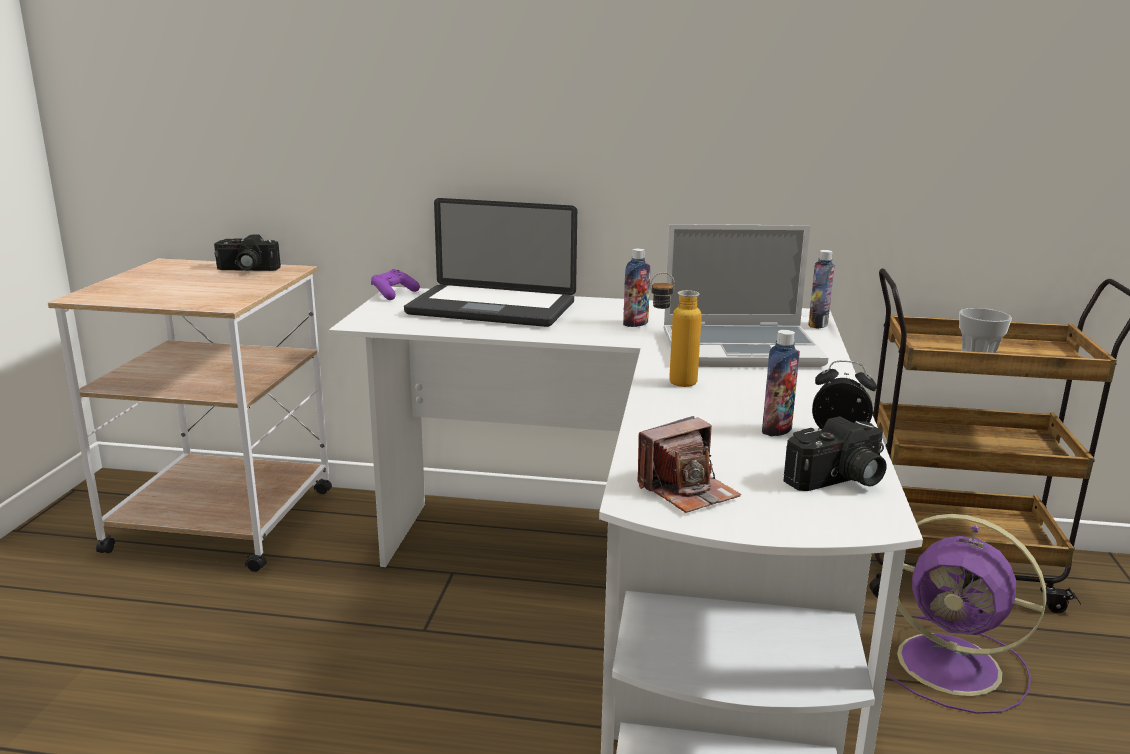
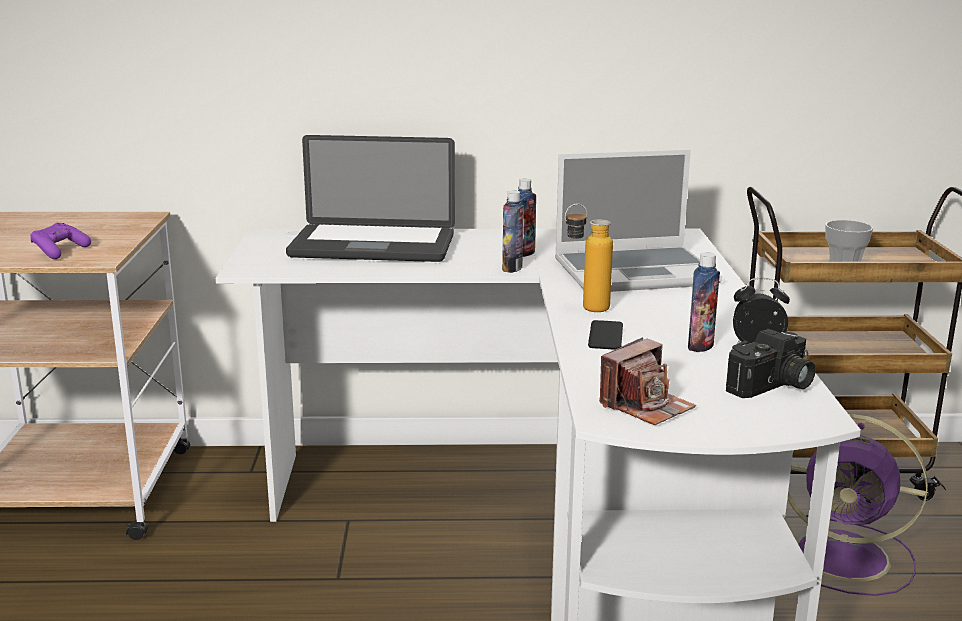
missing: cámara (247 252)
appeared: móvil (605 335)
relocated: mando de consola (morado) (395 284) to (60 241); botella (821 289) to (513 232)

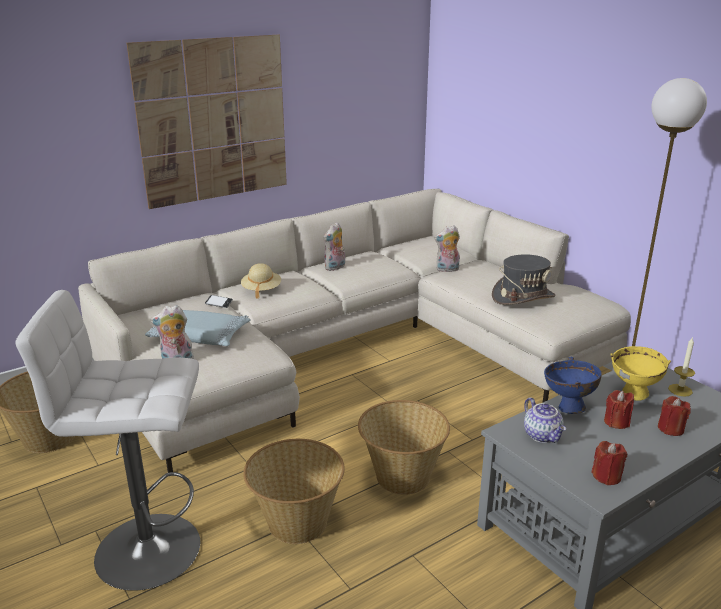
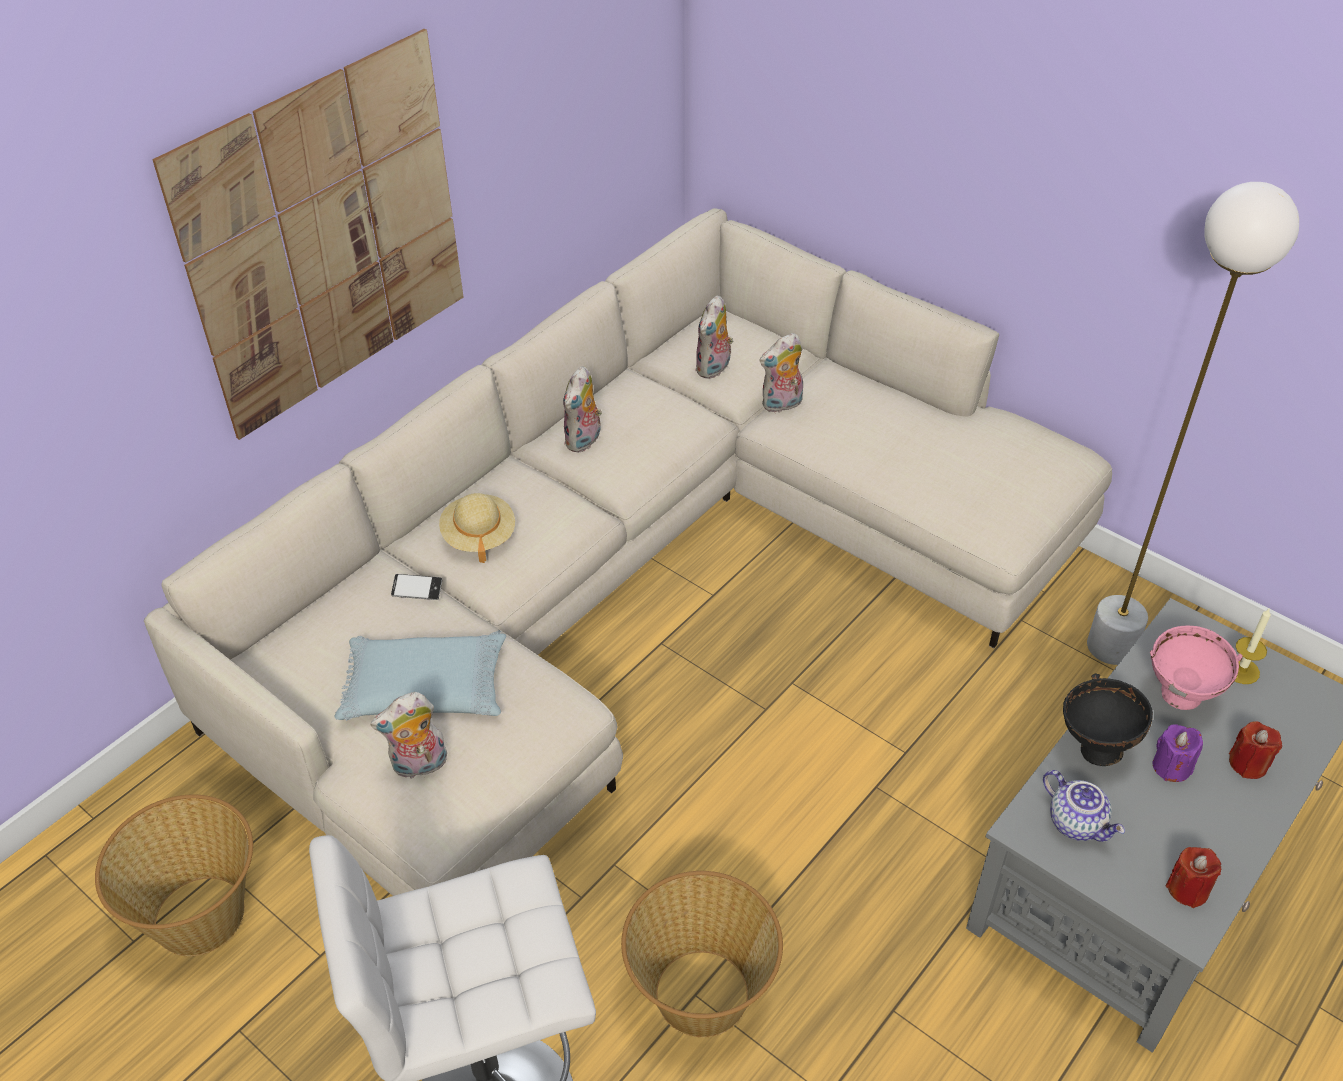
missing: cesta (404 447); sombrero (gris) (524 279)
appeared: peluche (714 337)
colour: cuenco (azul) (573 385) to cuenco (negro) (1108 719); vela (rojo) (619 409) to vela (morado) (1177 753); cuenco (amarillo) (641 373) to cuenco (rosa) (1196 668)

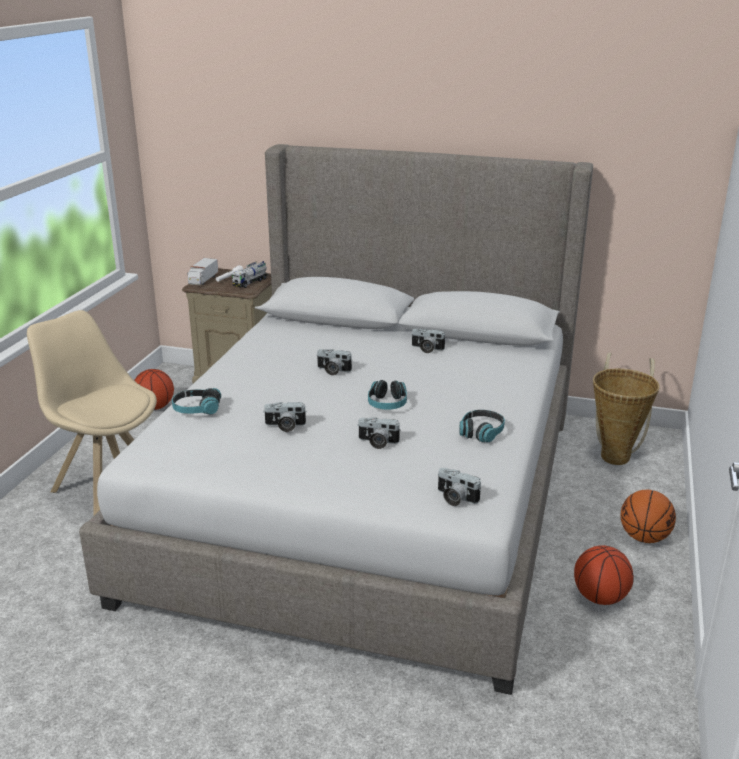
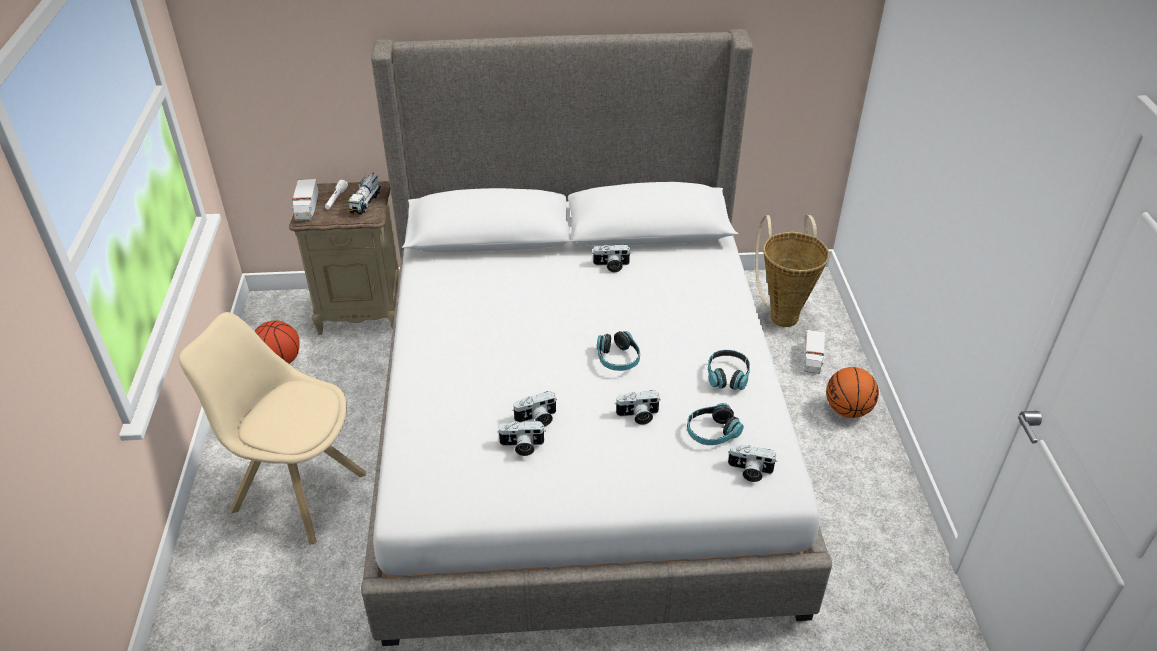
missing: balón de baloncesto (604 575)
appeared: camión de juguete (814 352)
relocated: auriculares (196 401) to (715 424); cámara (334 362) to (521 438)

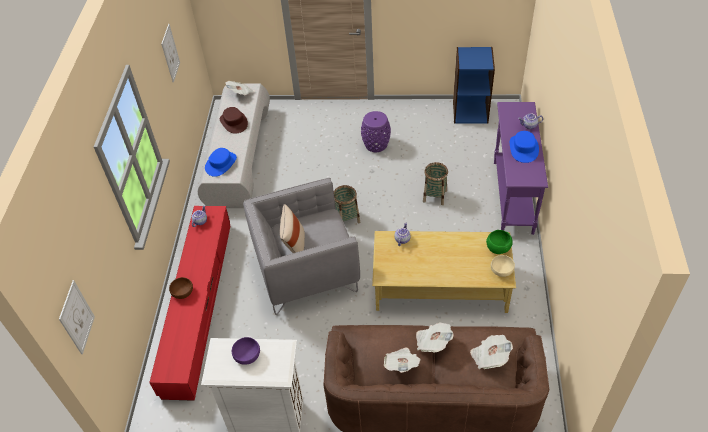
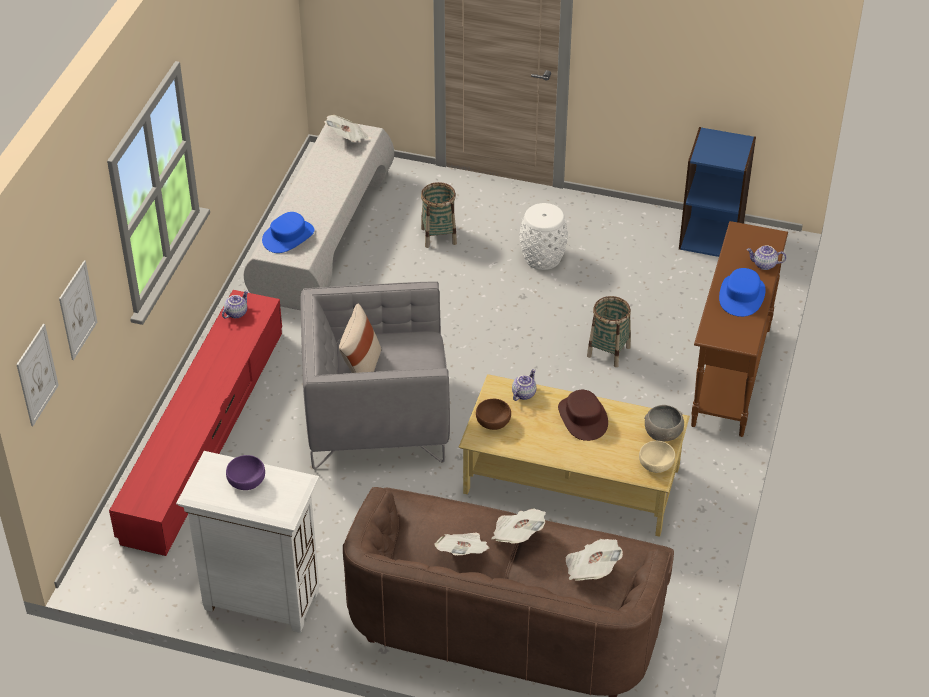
relocated: cuadro (170 53) to (78 310); cuenco (marrón) (181 288) to (493 414); sombrero (marrón) (234 120) to (583 415); cesta (347 204) to (439 215)
colour: taburete (morado) (376 131) to taburete (blanco) (544 236); cuenco (verde) (499 242) to cuenco (gris) (664 423); mesa consola (morado) (521 168) to mesa consola (marrón) (739 329)

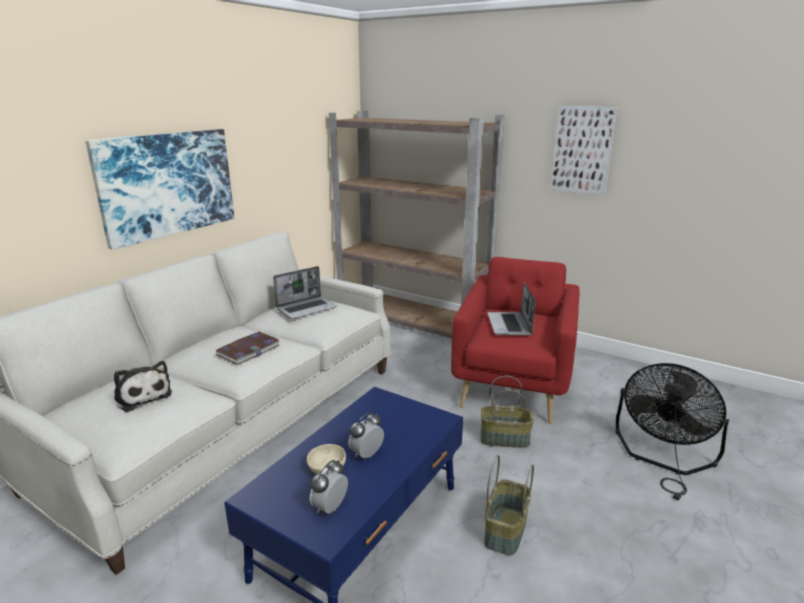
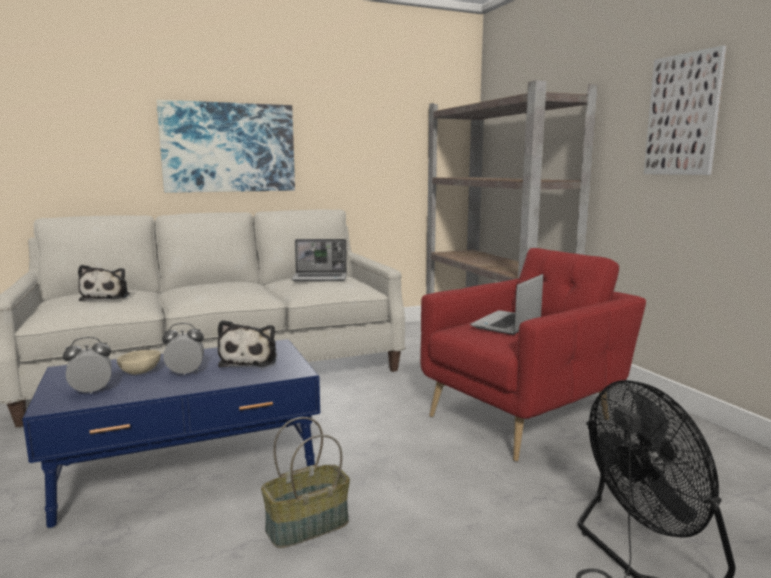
missing: libro (248 348); cesta (507 412)
appeared: peluche (247 343)

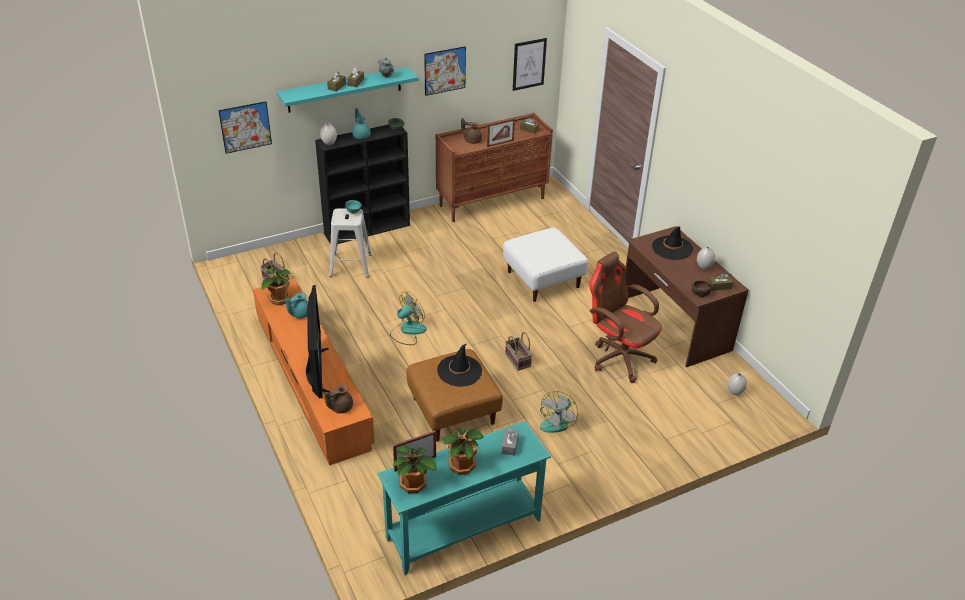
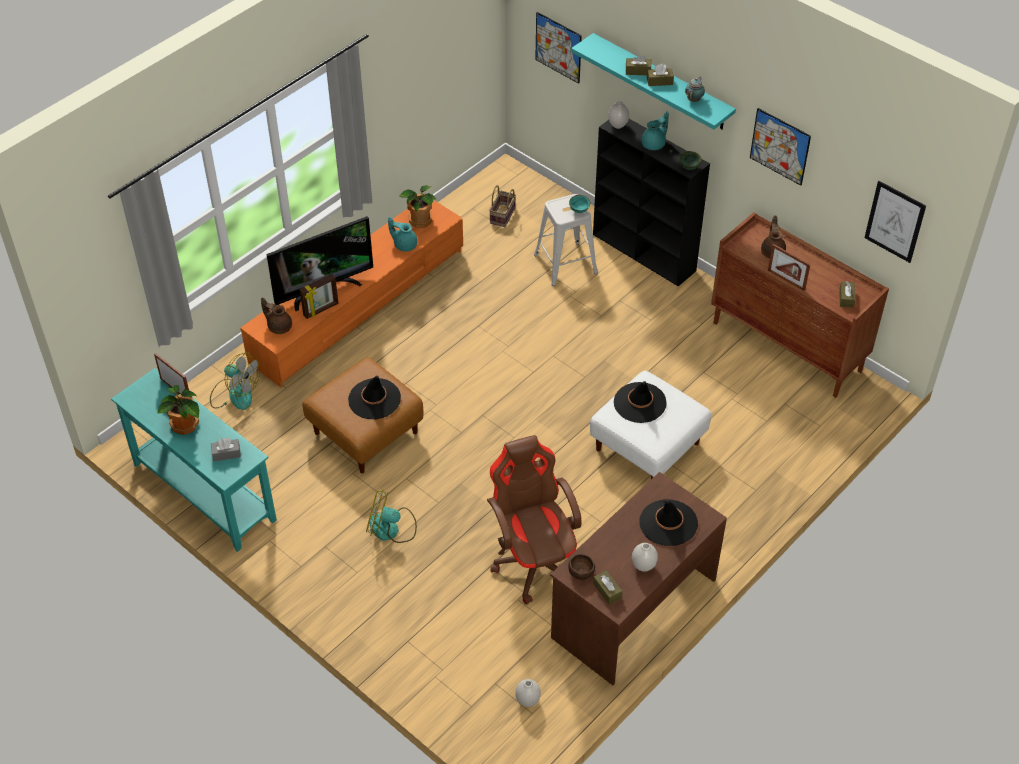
missing: planta en maceta (415 469); cesta (518 351)
appeared: portarretratos (319 296); sombrero (negro) (640 402)
relocated: ventilador (408 318) to (235 381)
spun: silla de oficina (marrón) (625 317) = (534 520) 45 degrees counterclockwise

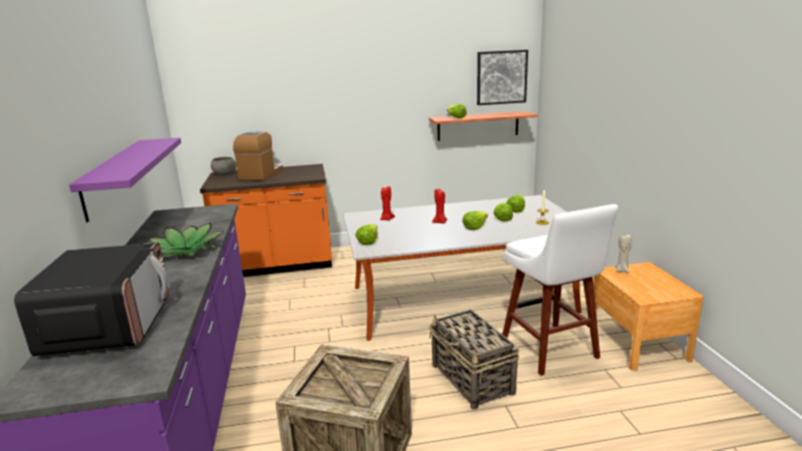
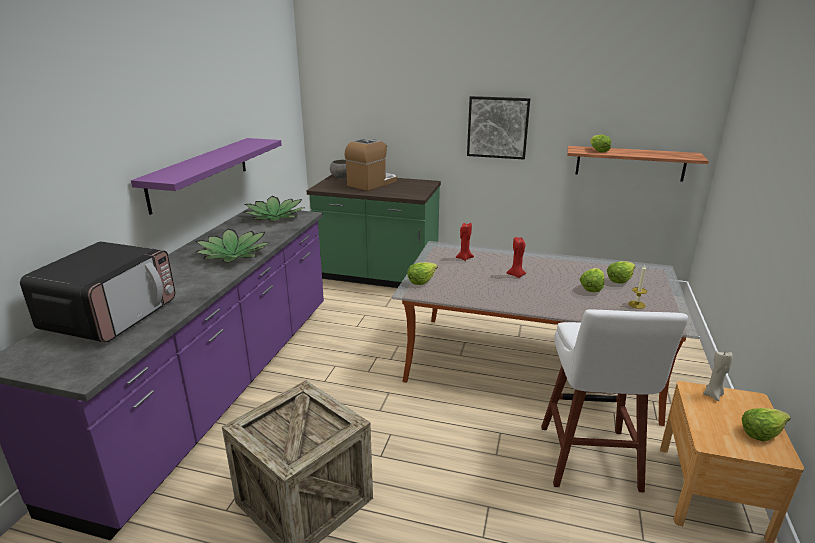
missing: cesta (474 360)
appeared: planta en maceta (273 209)
relocated: lechuga (475 220) to (766 425); cuadro (502 77) to (498 128)
colour: mueble bajo de cocina (naranja) (266 220) to mueble bajo de cocina (verde) (374 231)

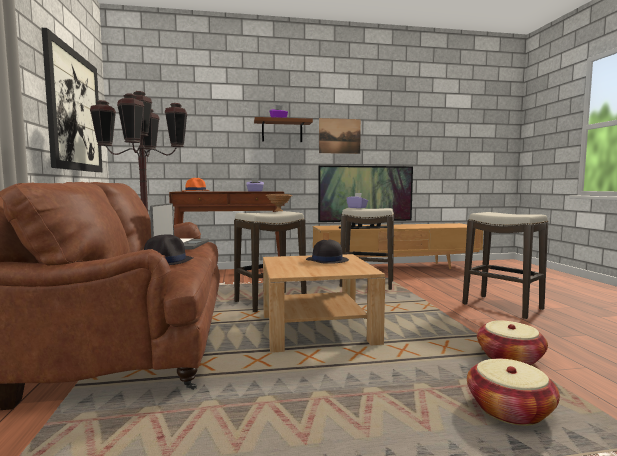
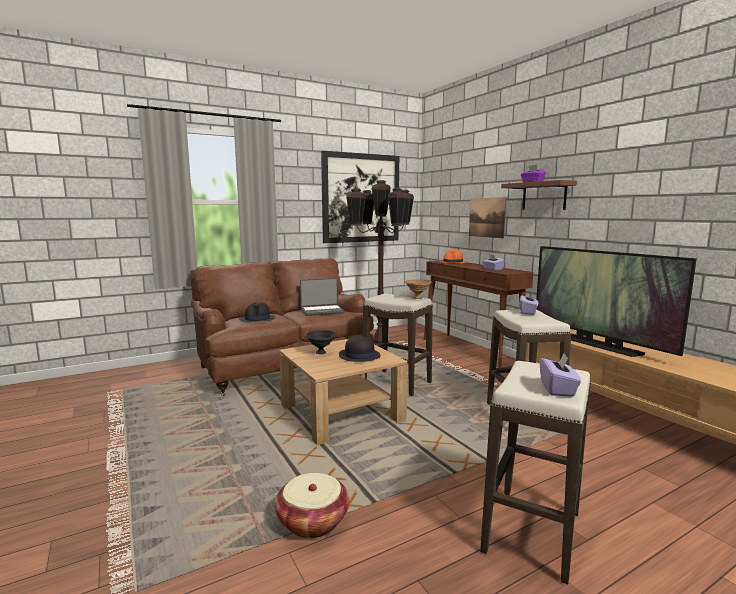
missing: cesta (513 392)
appeared: cuenco (negro) (320 342); caja de pañuelos (morado) (560 375)
relocated: cuadro (340 136) to (487 217)

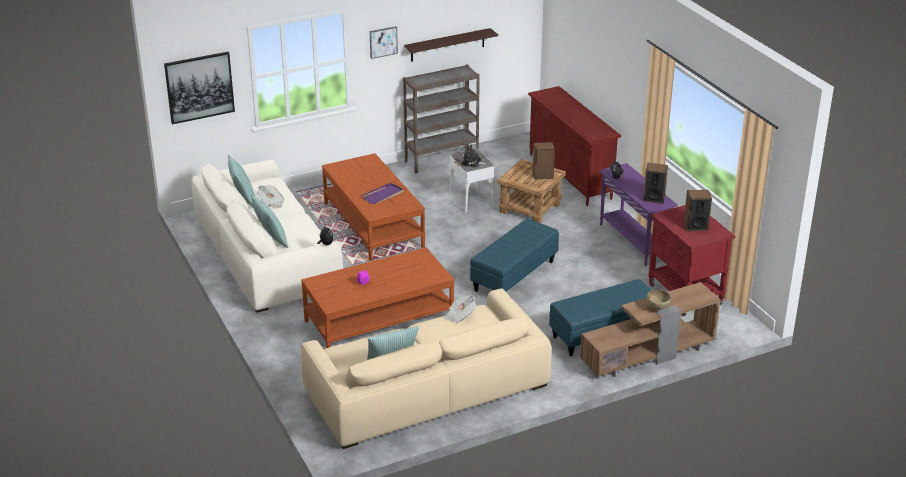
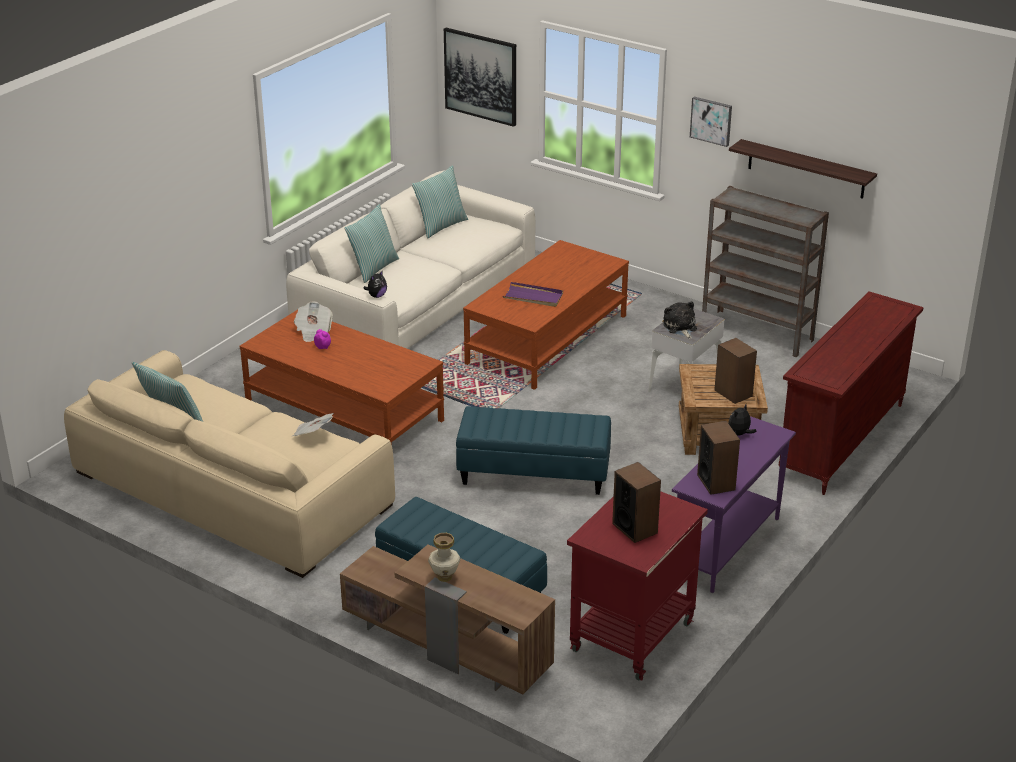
relocated: periódico (271 196) to (313 321)
exchanged: cuenco (marrón) (659 300) to florero (444 557)

